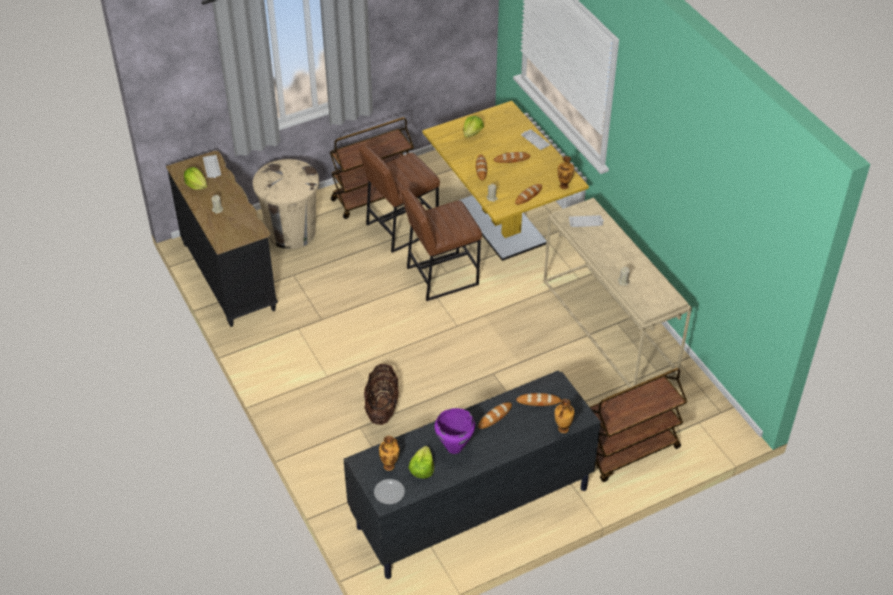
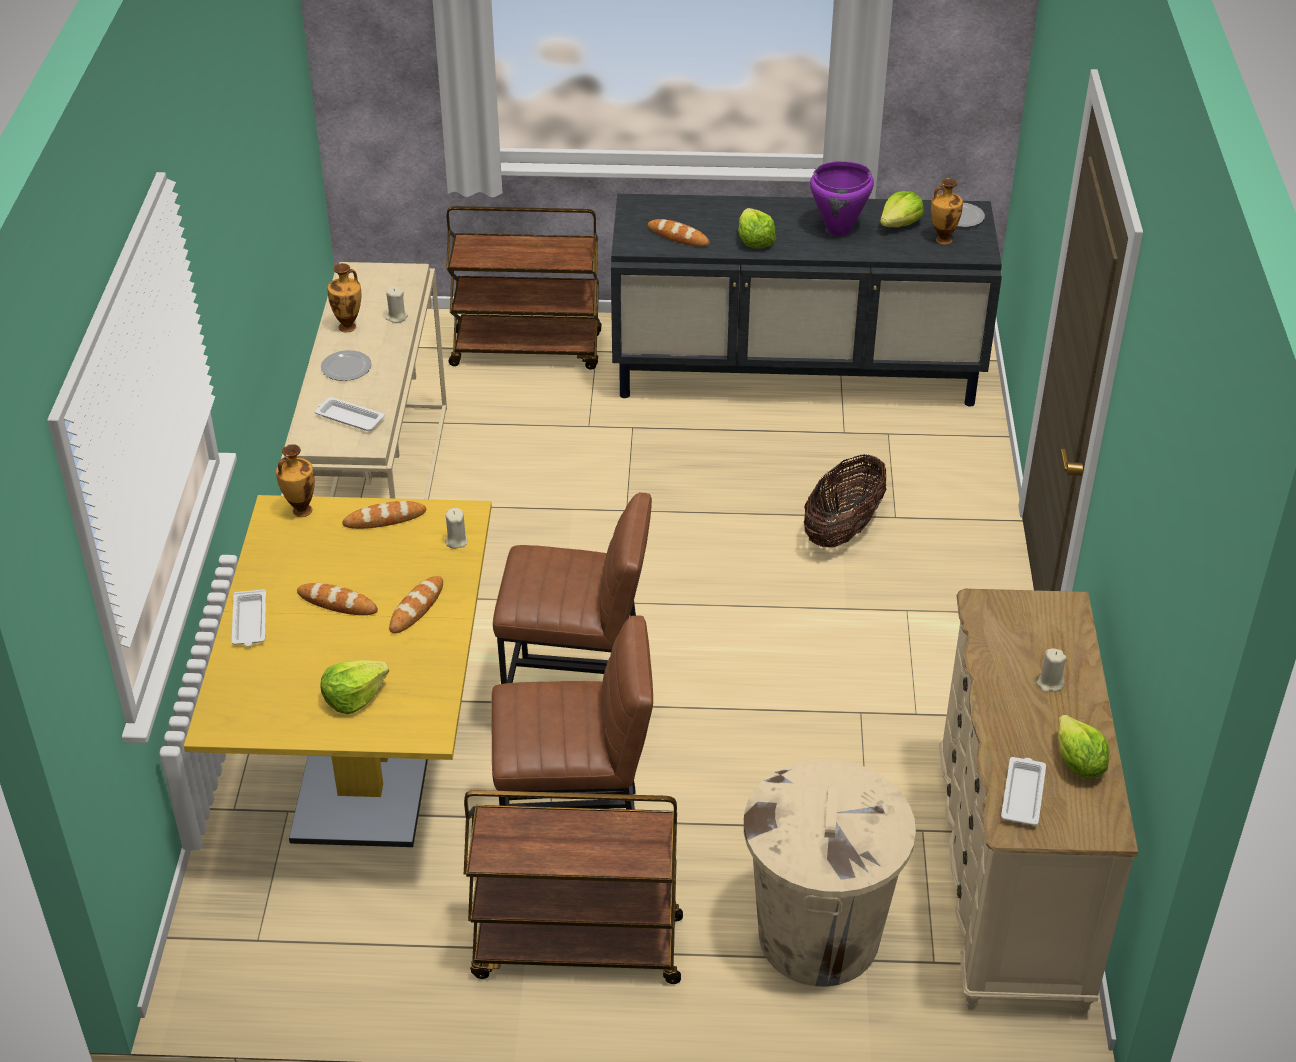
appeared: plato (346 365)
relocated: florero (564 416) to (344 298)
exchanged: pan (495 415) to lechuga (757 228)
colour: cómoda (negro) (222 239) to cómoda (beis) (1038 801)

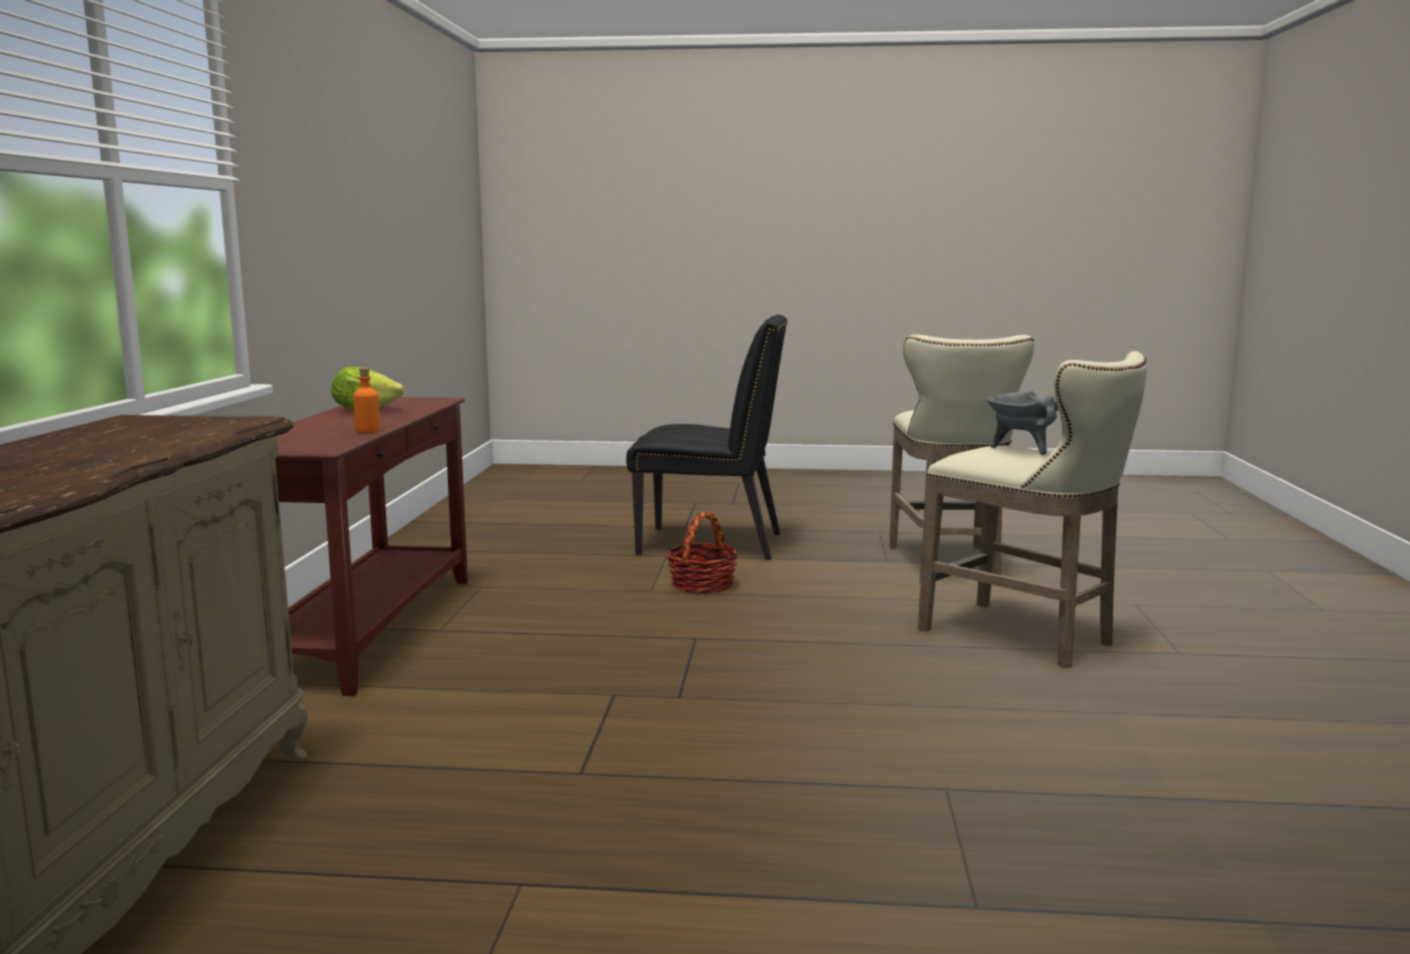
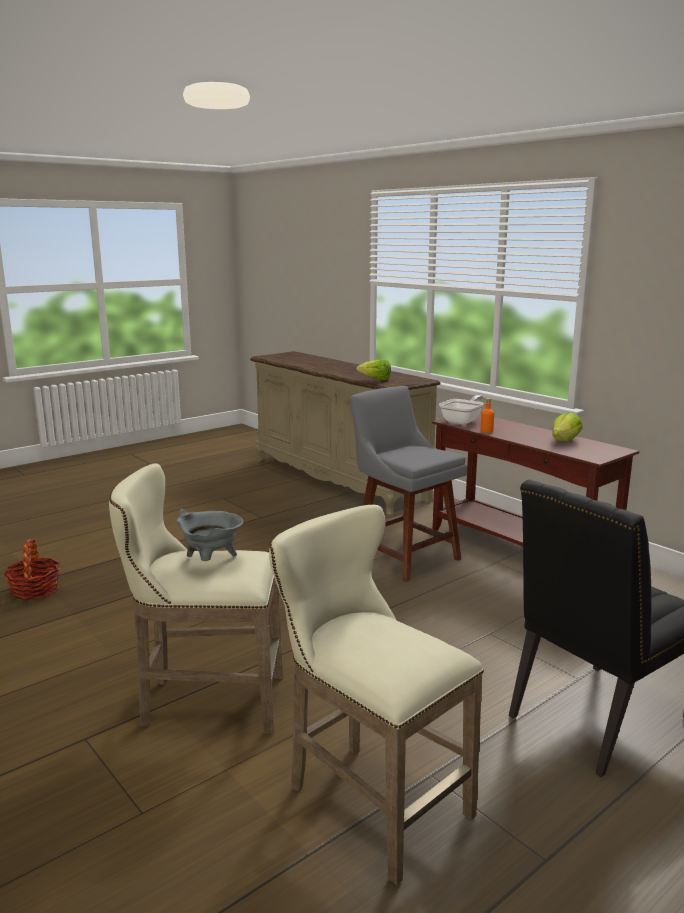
appeared: taburete (gris) (408 484); lechuga (373 370); sartén (461 410)
relocated: cesta (702 553) to (32 569)

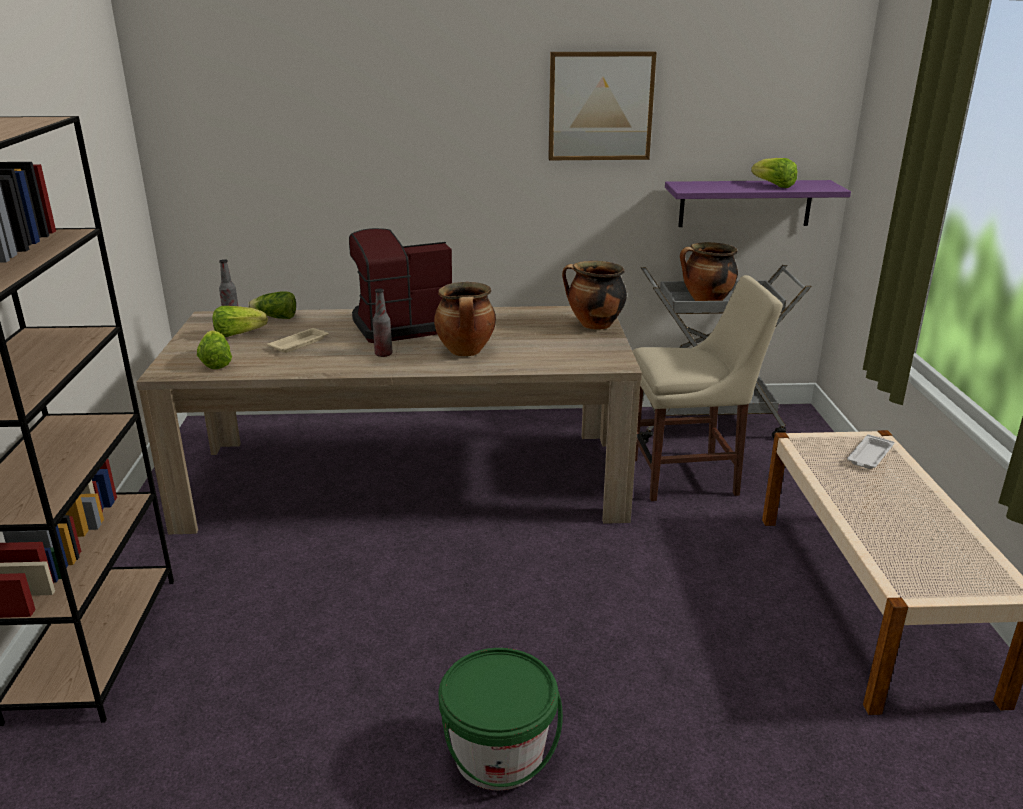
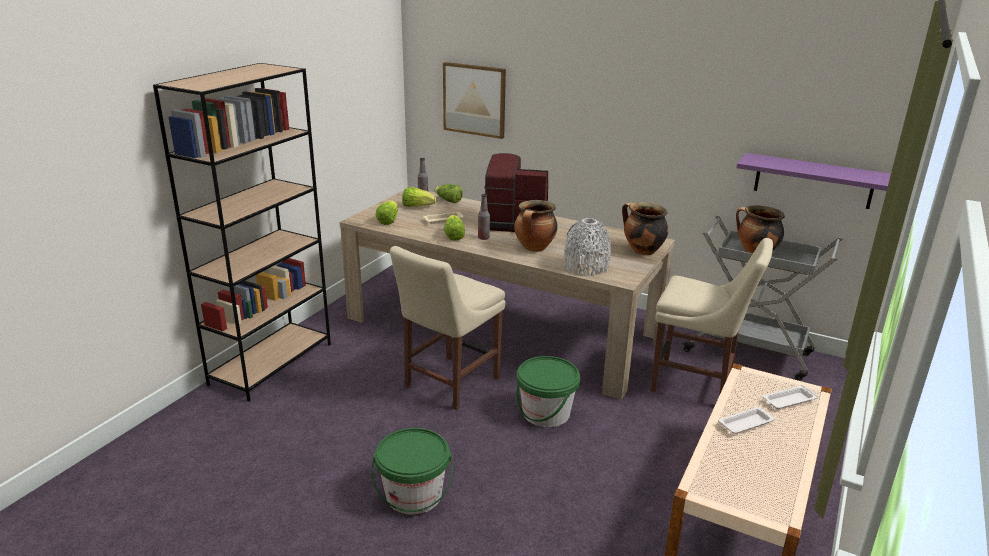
appeared: silla (beis) (448 328); cubo (verde) (548 391); florero (gris) (587 247); bandeja (blanco) (746 420)
relocated: cuadro (602 105) to (474 100); lechuga (774 173) to (454 228)

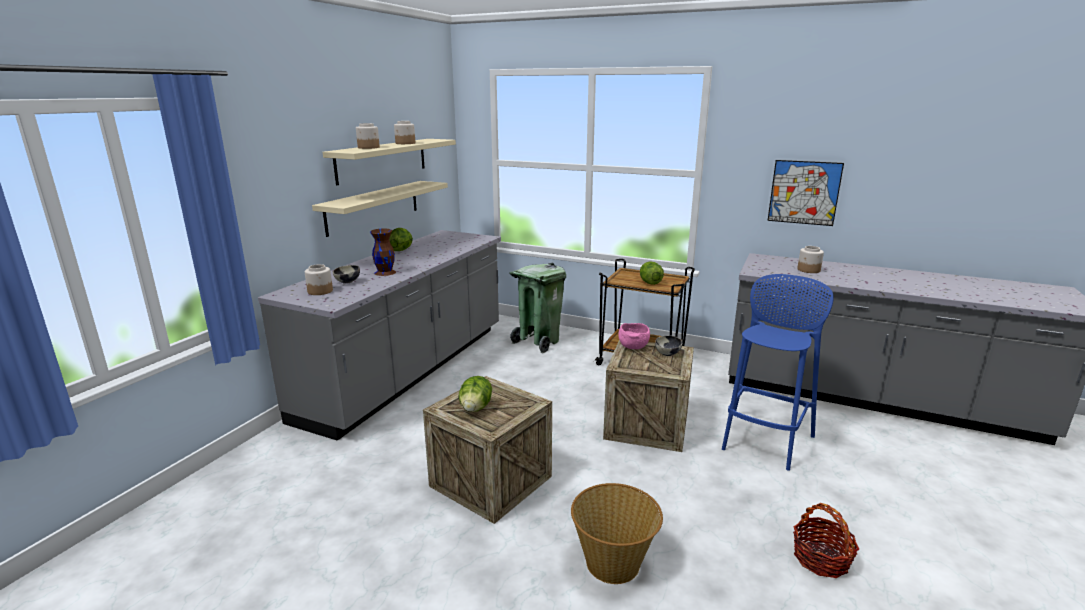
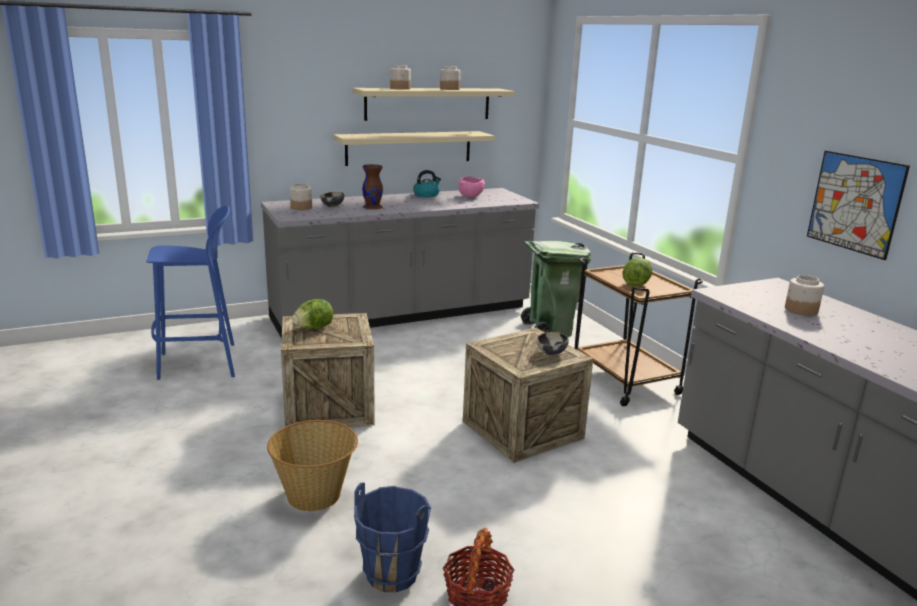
appeared: cubo (azul) (392 537)
relocated: cuenco (rosa) (634 336) to (472 187); taburete (azul) (778 372) to (190 293)
exchanged: lechuga (401 239) to hervidor (427 184)

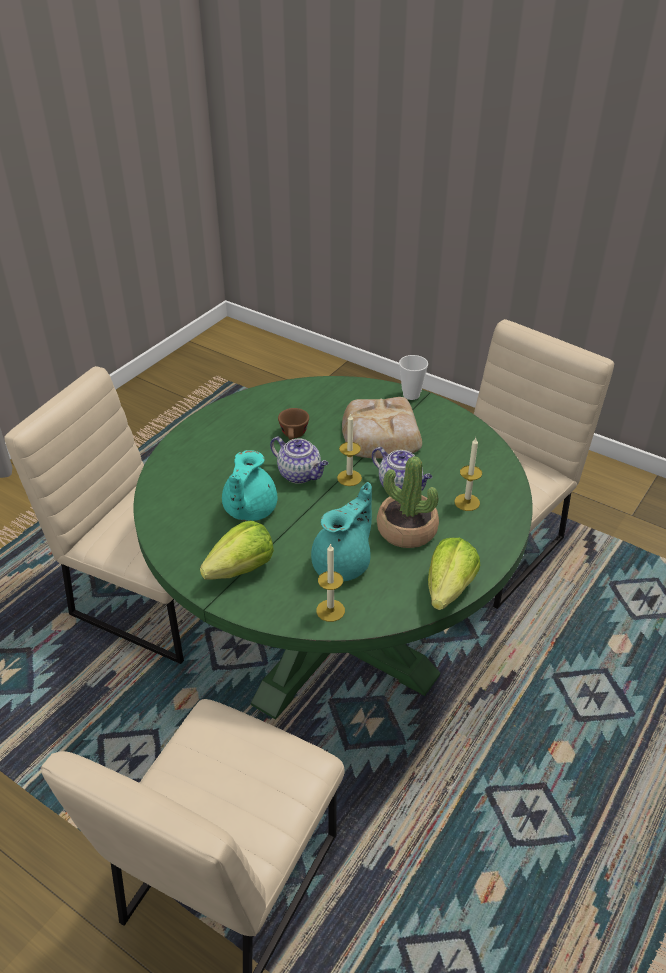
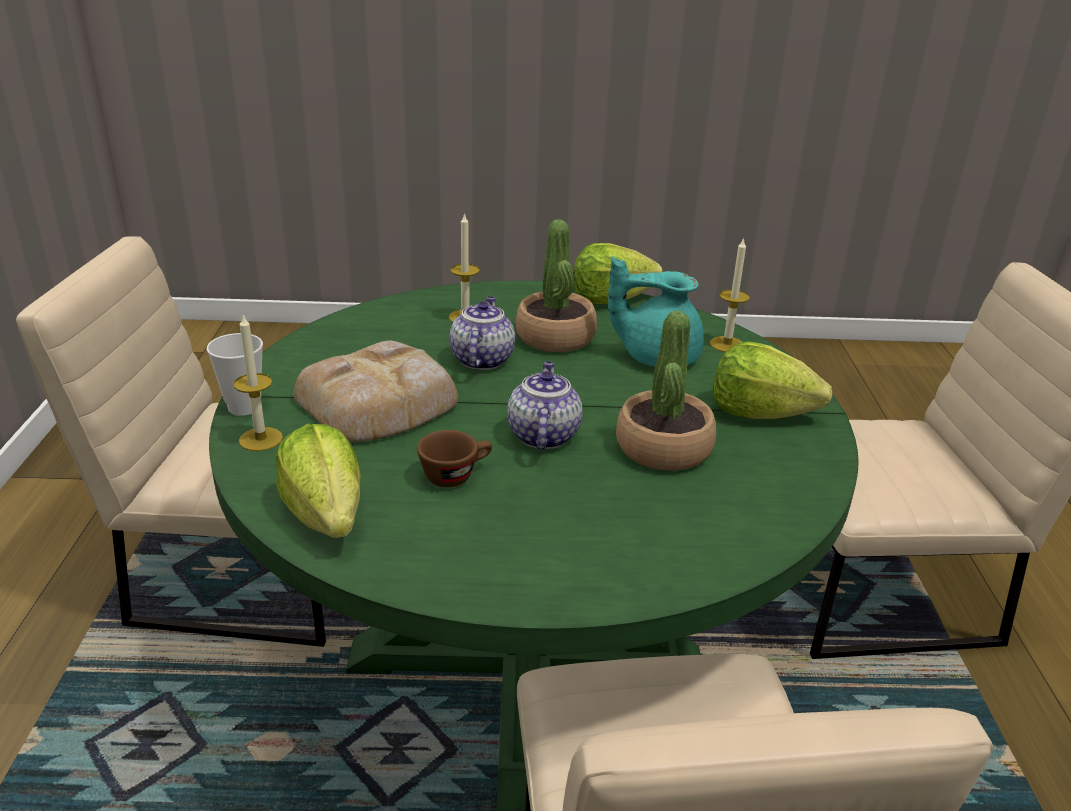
appeared: lechuga (318 481)
relocated: vela (349 449) to (258 383)
exchanged: tetera (turquesa) (249 485) to planta en maceta (666 390)

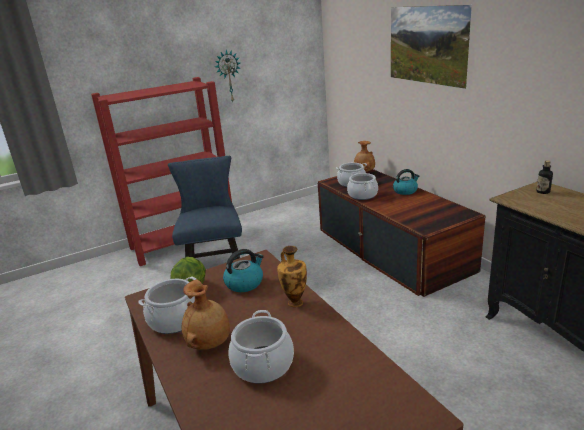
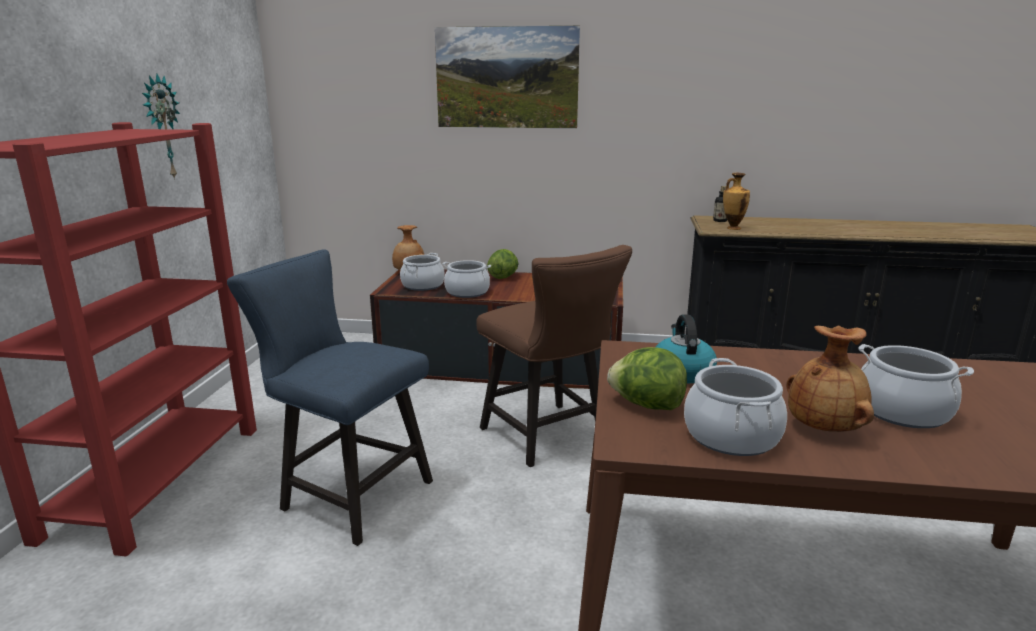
appeared: silla (marrón) (554 356)
relocated: florero (292 276) to (736 201)
exchanged: hervidor (406 182) to lechuga (503 264)

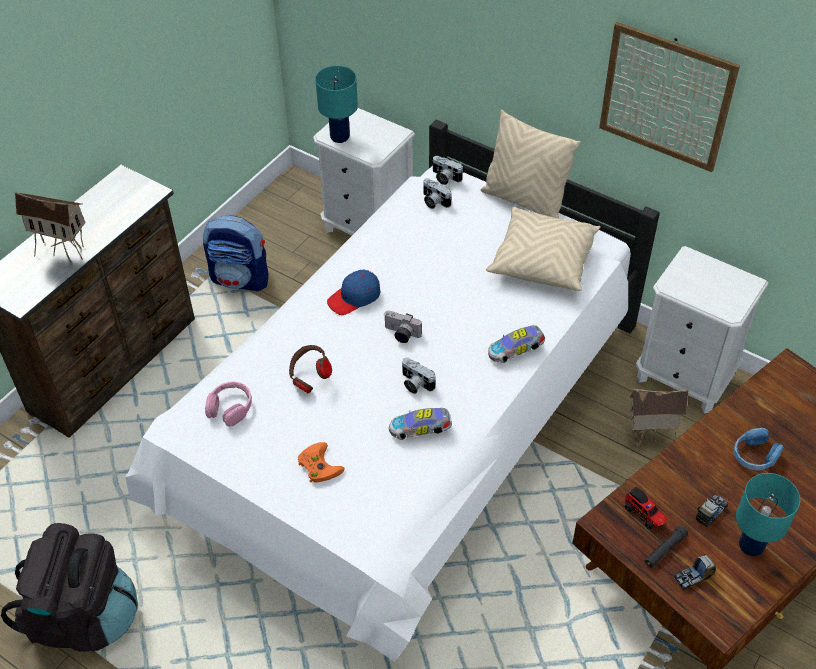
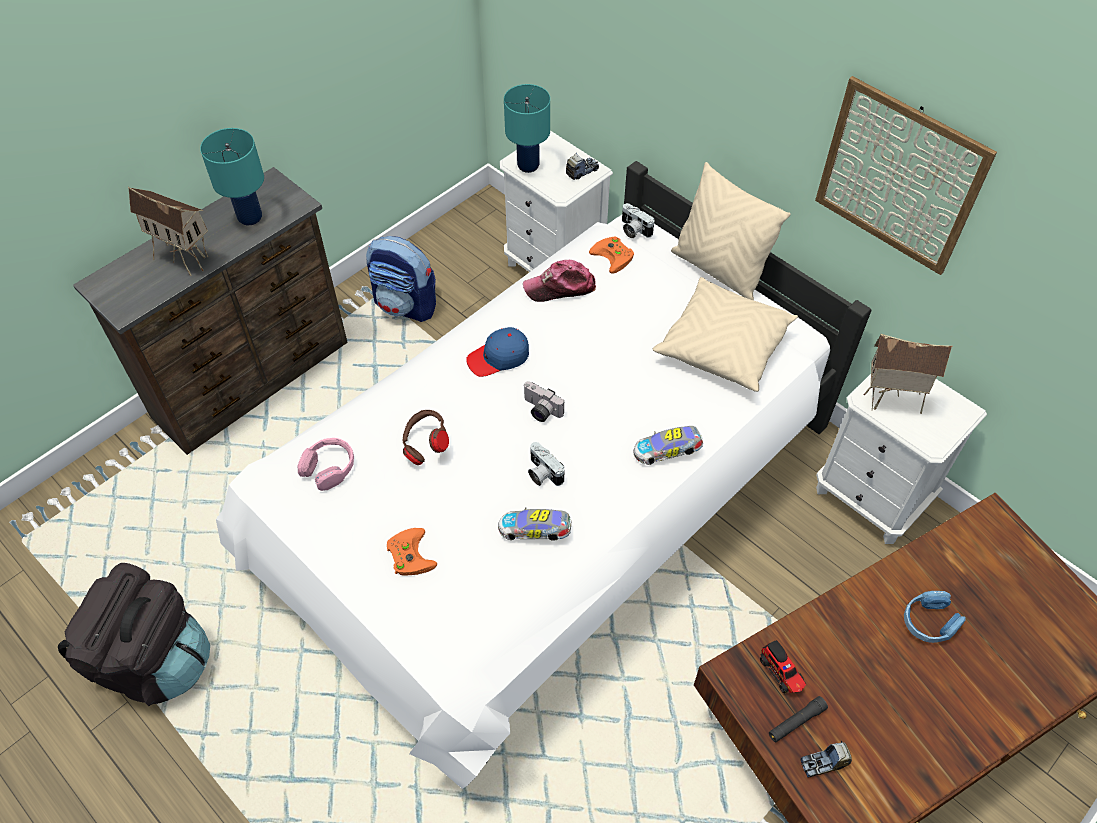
appeared: gorra (559 281)
relocated: casita (659 418) to (908 373); camión de juguete (712 511) to (582 166); lámpara de mesa (turquesa) (768 514) to (232 176)
exchanged: cámara (437 193) to mando de consola (naranja) (611 255)

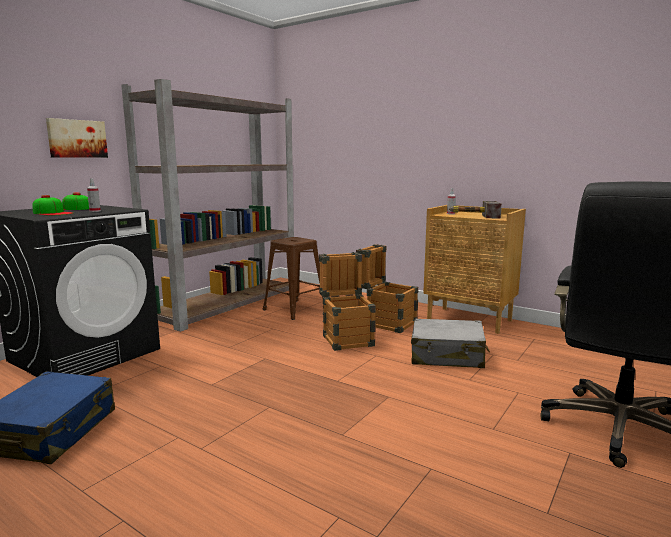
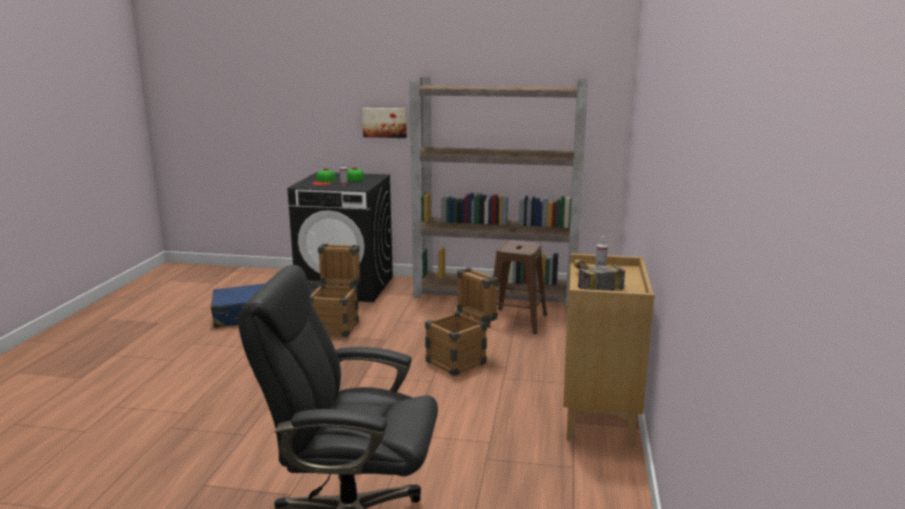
missing: maleta (gris) (450 343)
relocated: caja de embalaje (387 288) to (335 290)

